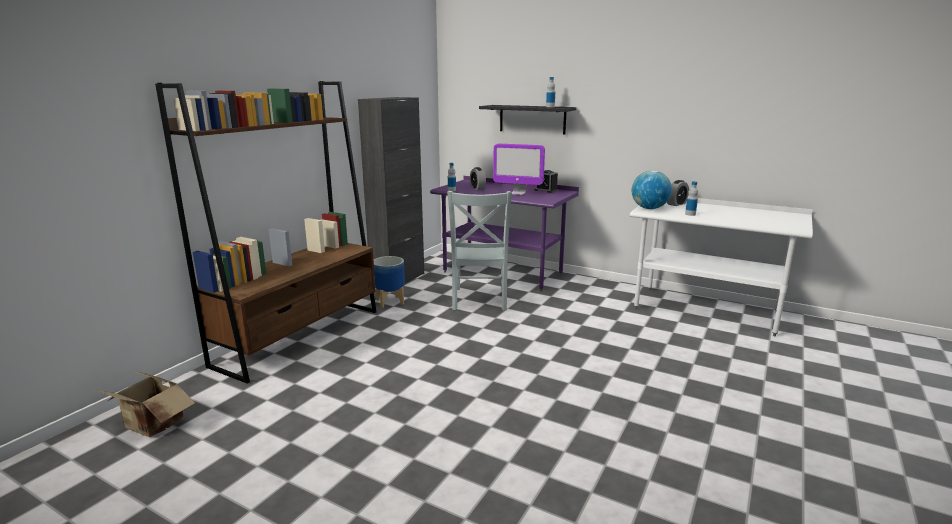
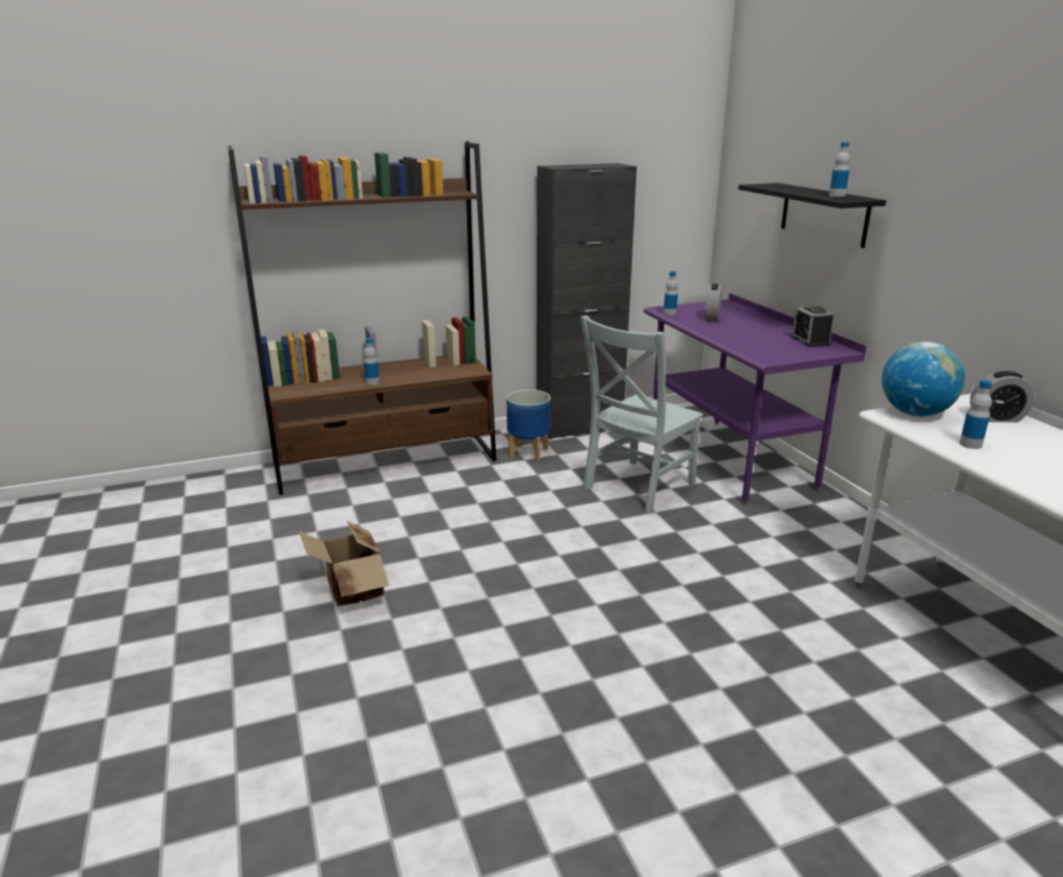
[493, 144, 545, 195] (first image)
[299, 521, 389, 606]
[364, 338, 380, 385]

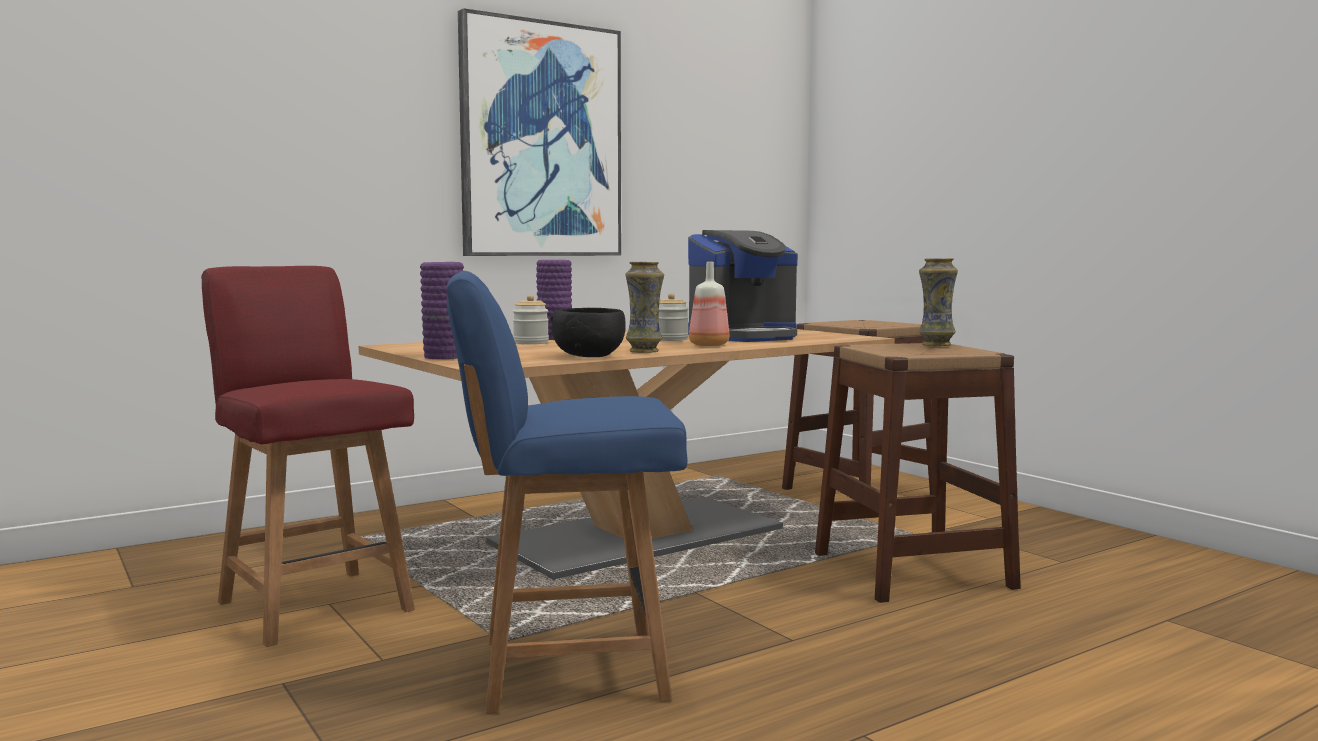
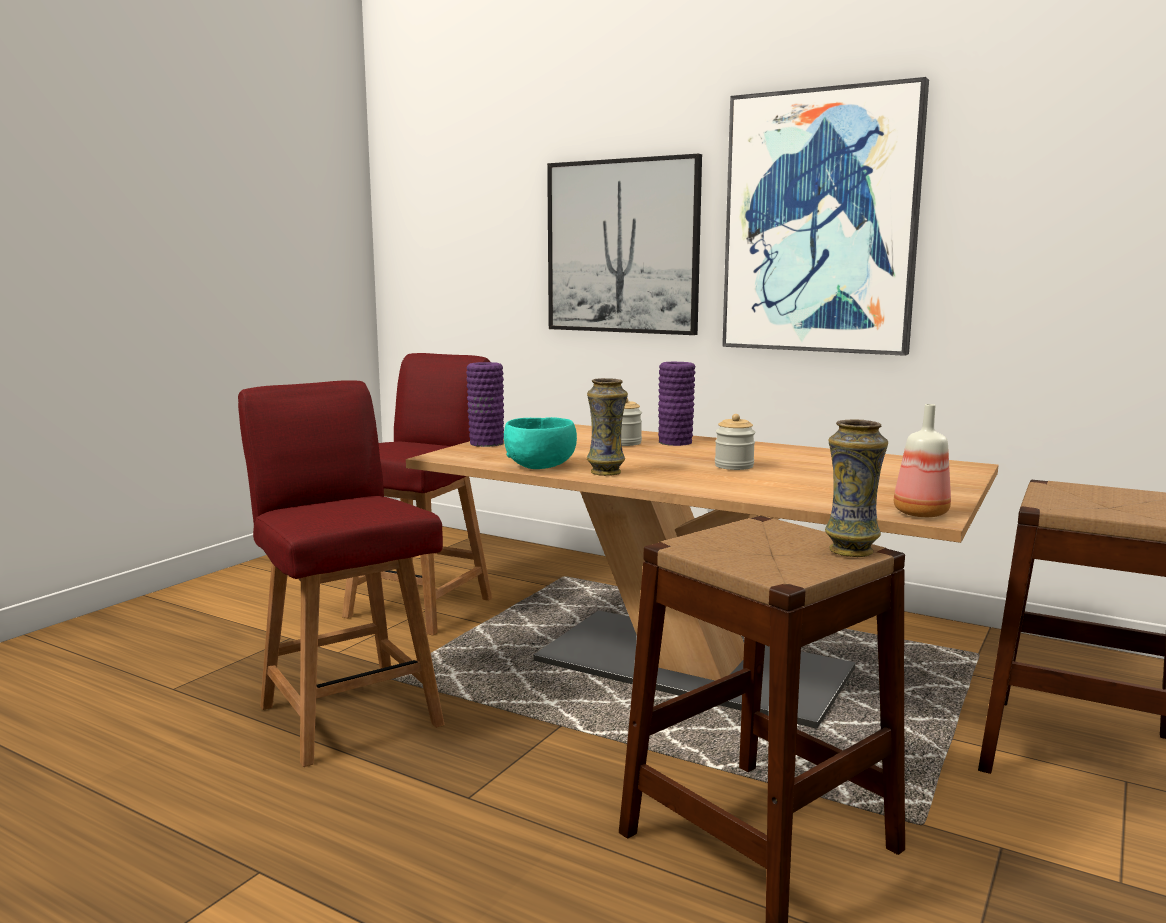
[688, 230, 798, 342] (first image)
[894, 404, 951, 517]
[238, 380, 444, 767]
[504, 417, 577, 469]
[547, 154, 702, 335]

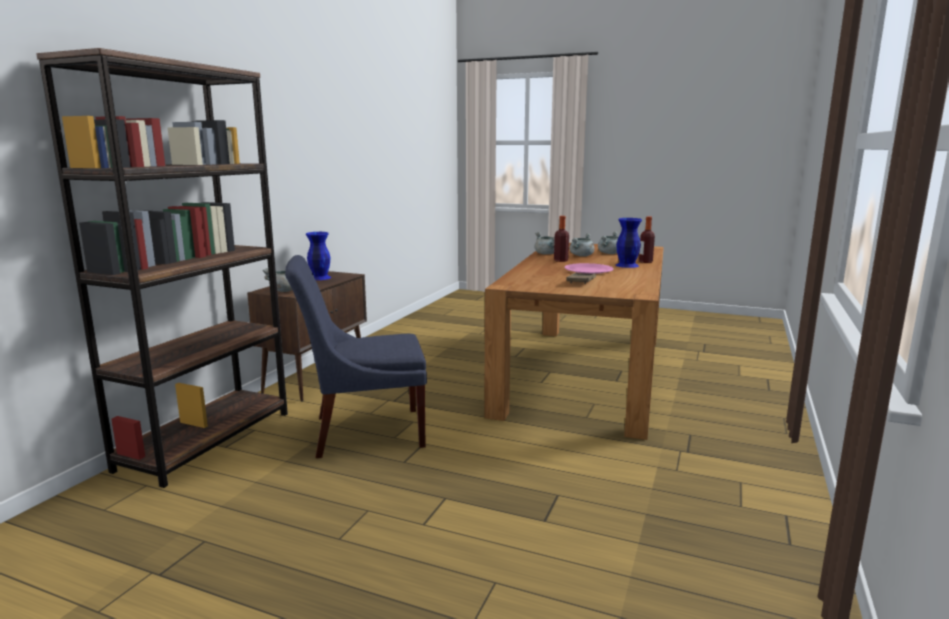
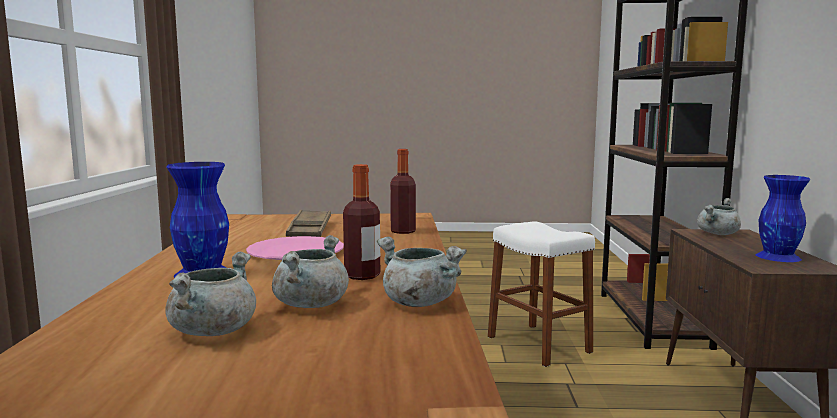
[390, 149, 416, 234]
[488, 221, 595, 367]

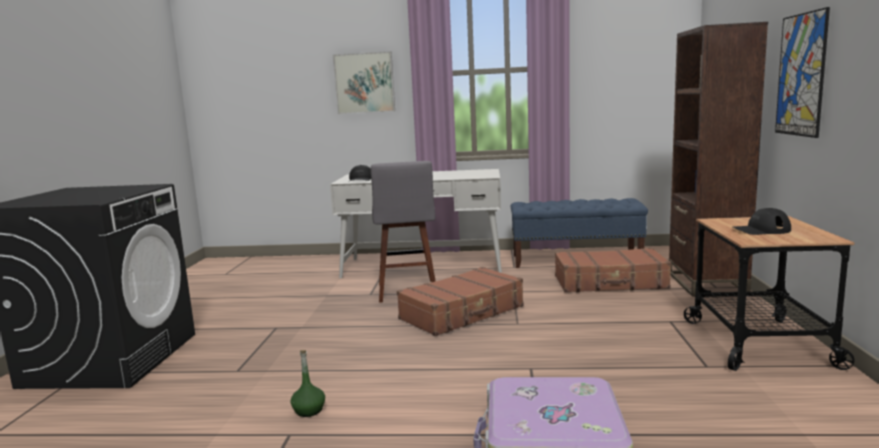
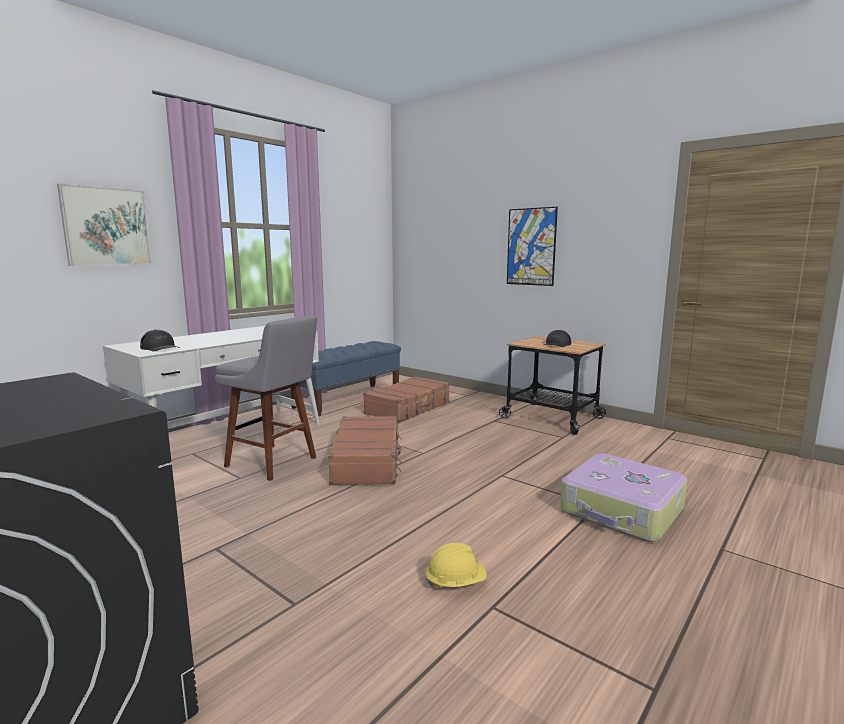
[669, 22, 768, 297] (first image)
[425, 543, 487, 588]

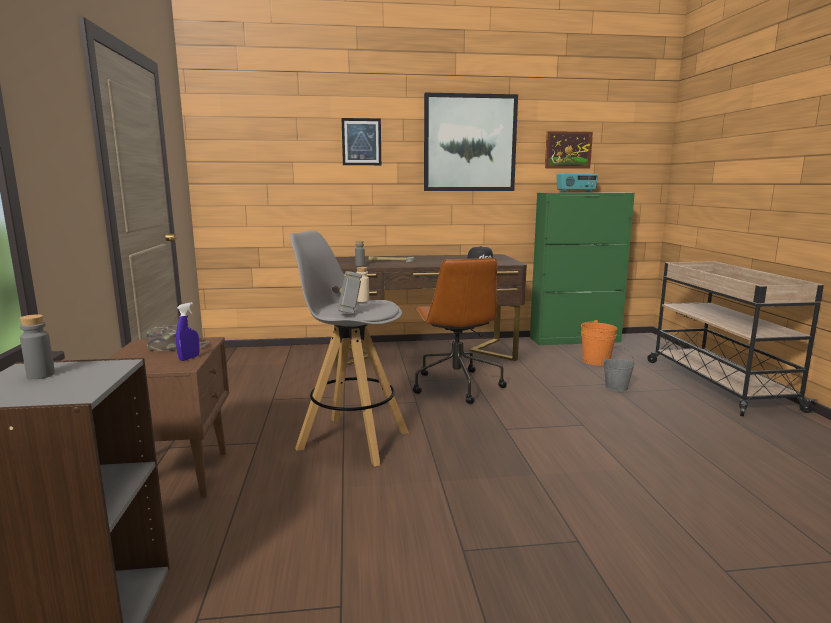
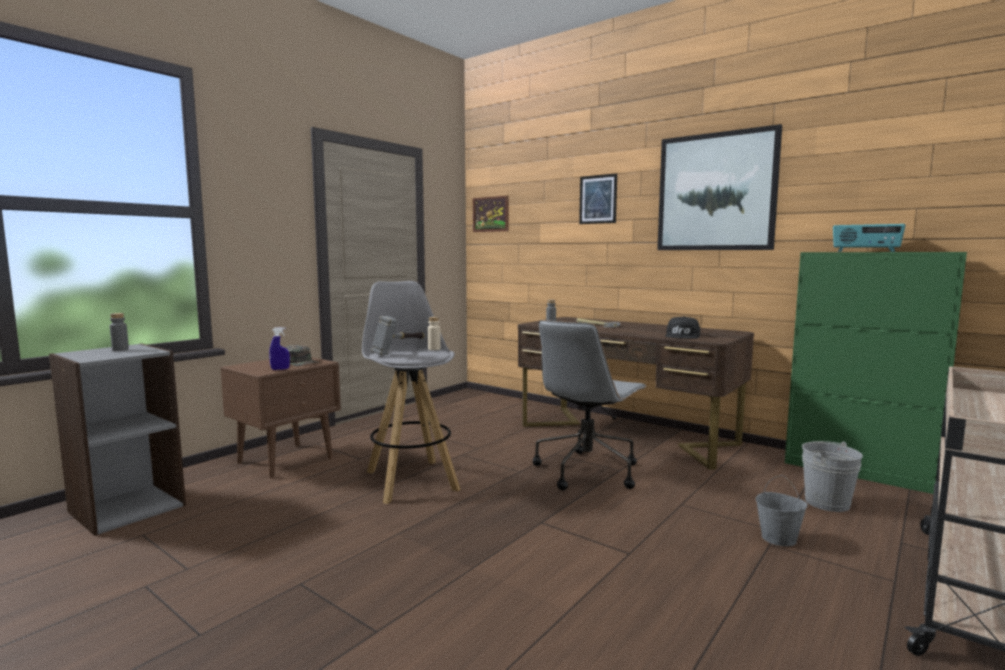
[472, 196, 509, 232]
[533, 320, 647, 490]
[802, 441, 863, 512]

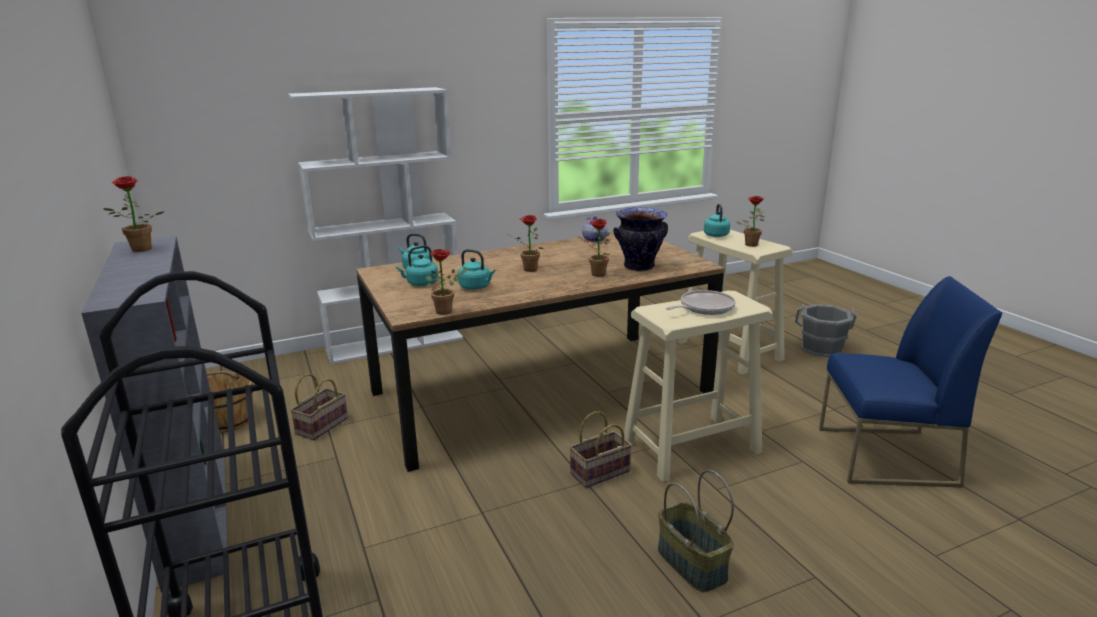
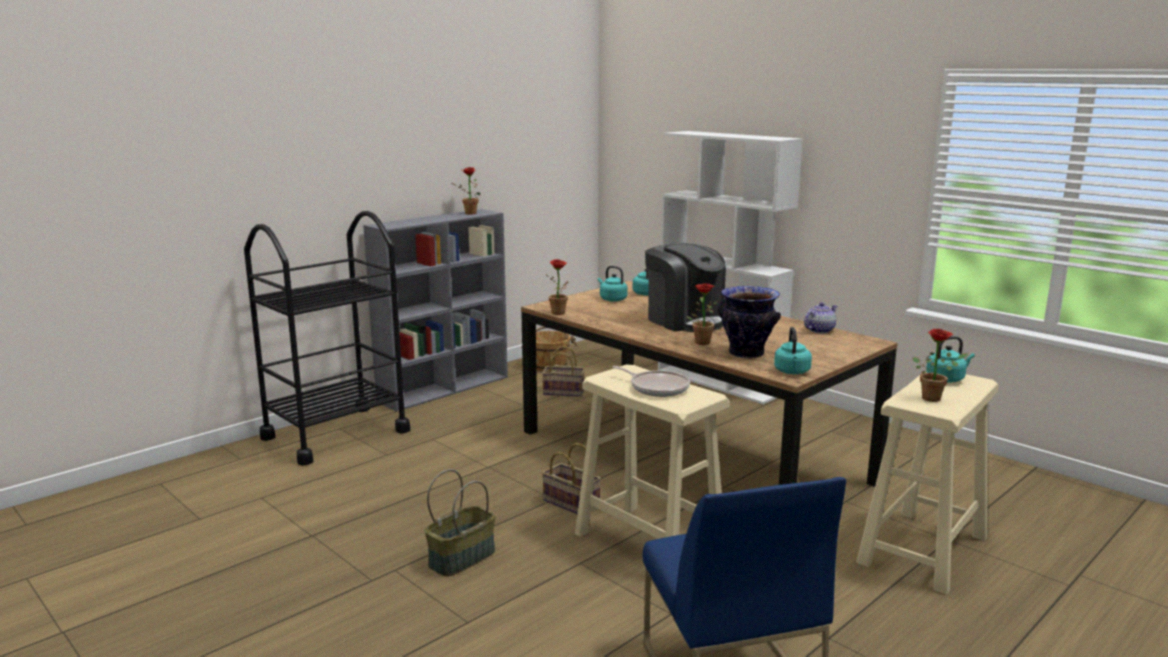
[645, 243, 726, 332]
[774, 327, 812, 374]
[795, 304, 857, 357] (first image)

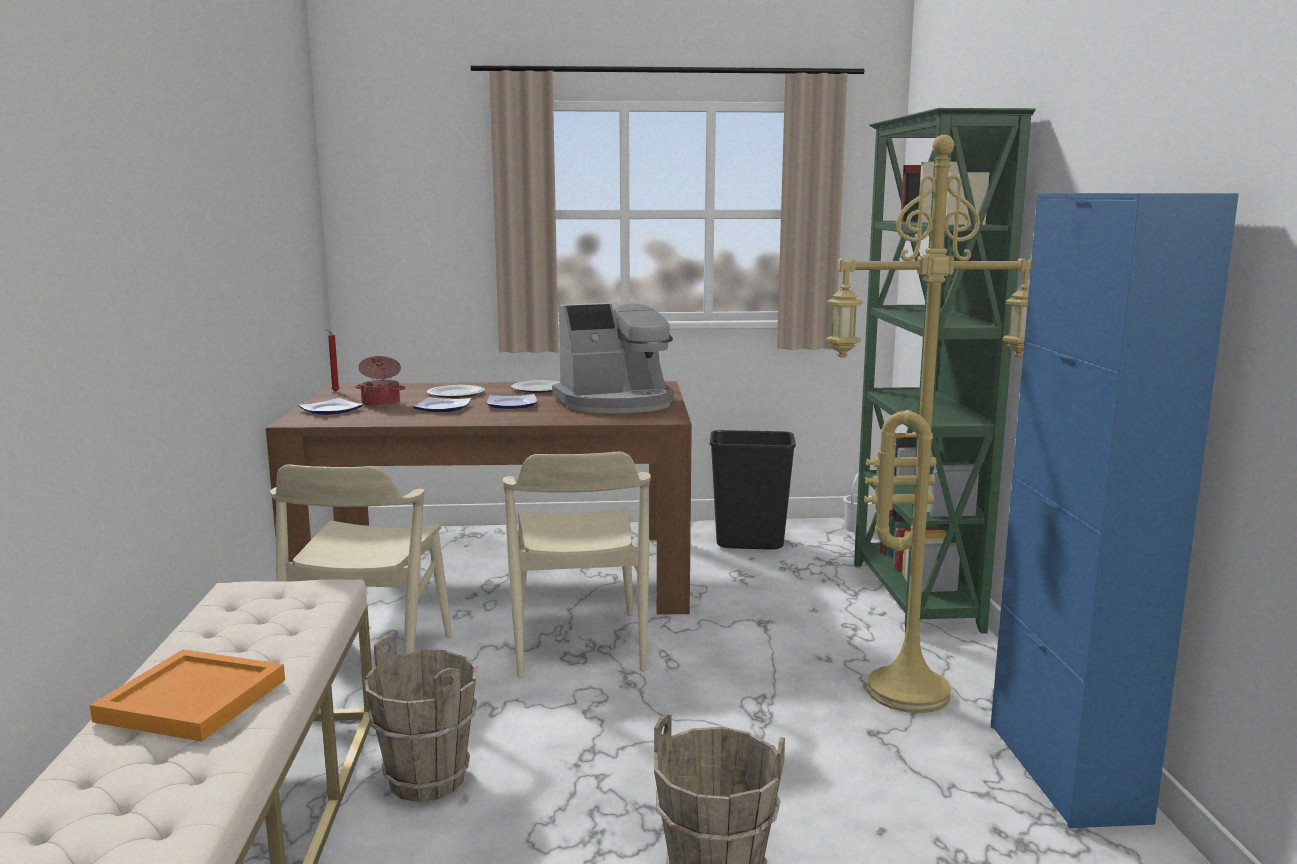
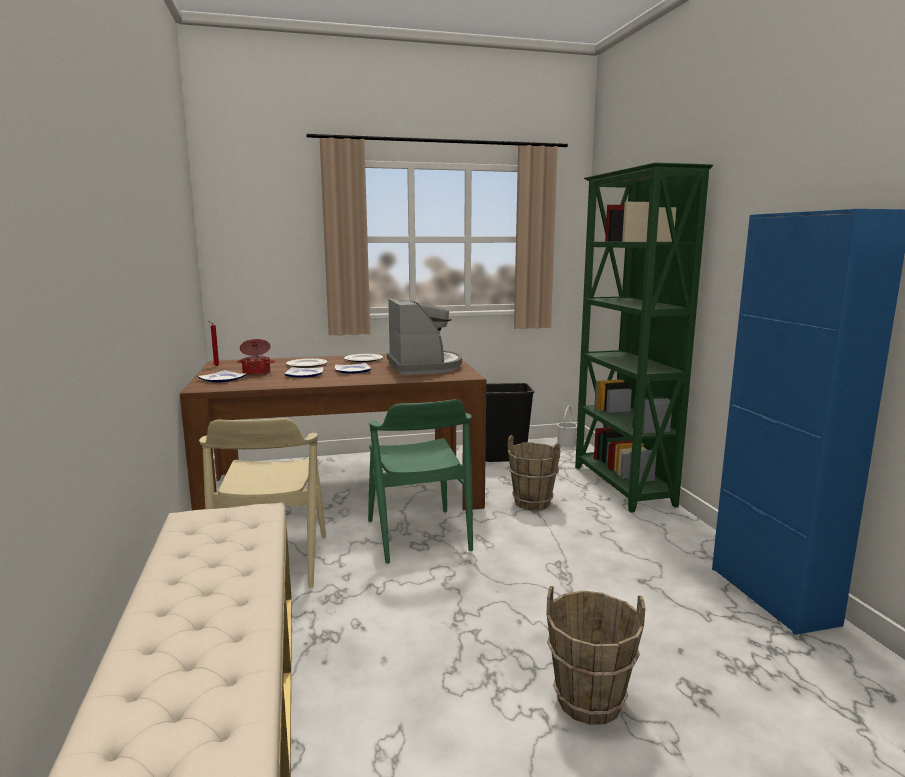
[825, 135, 1031, 713] (first image)
[387, 299, 462, 375]
[368, 399, 473, 564]
[508, 435, 560, 510]
[90, 649, 285, 742] (first image)

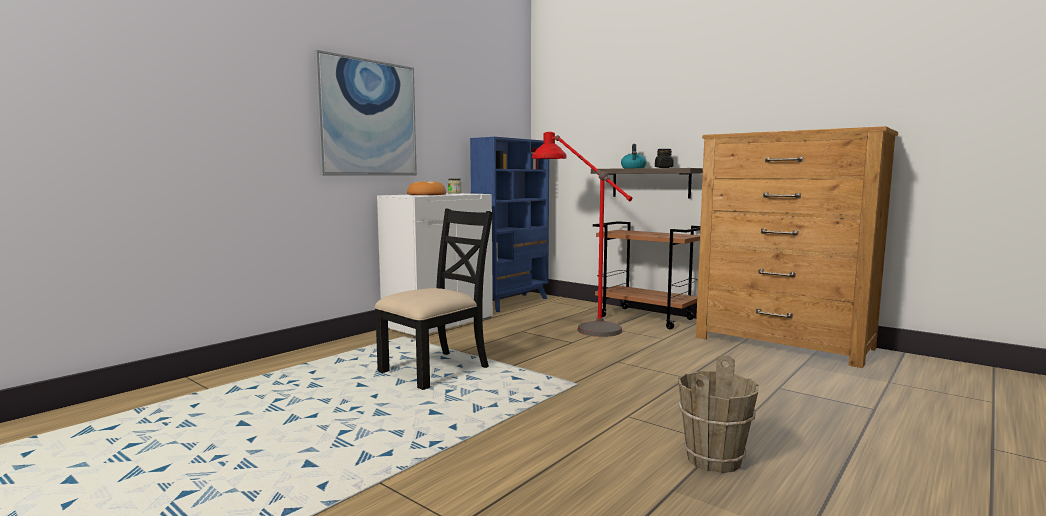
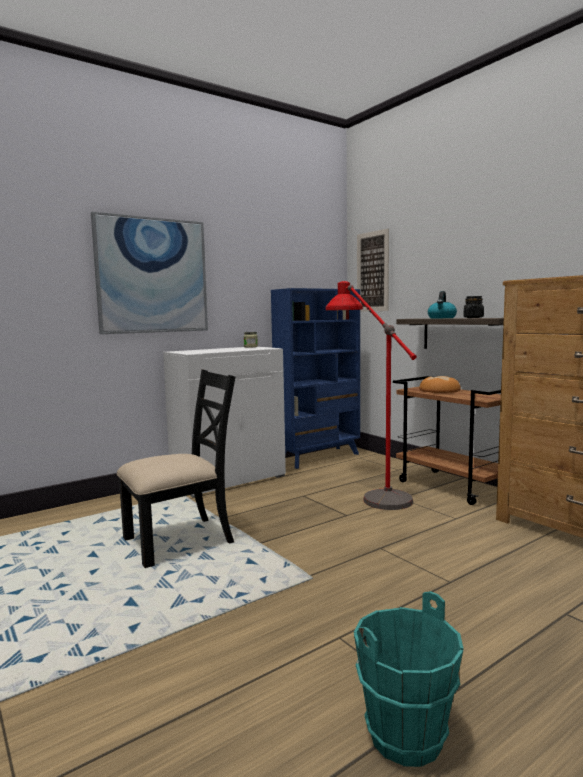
[419, 376, 461, 393]
[354, 591, 464, 767]
[357, 229, 389, 312]

